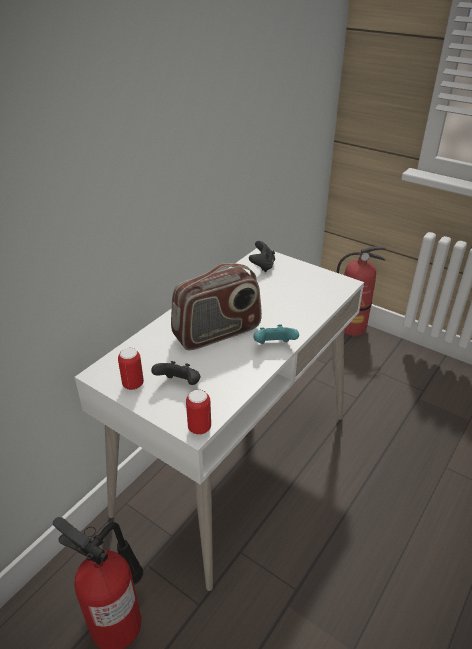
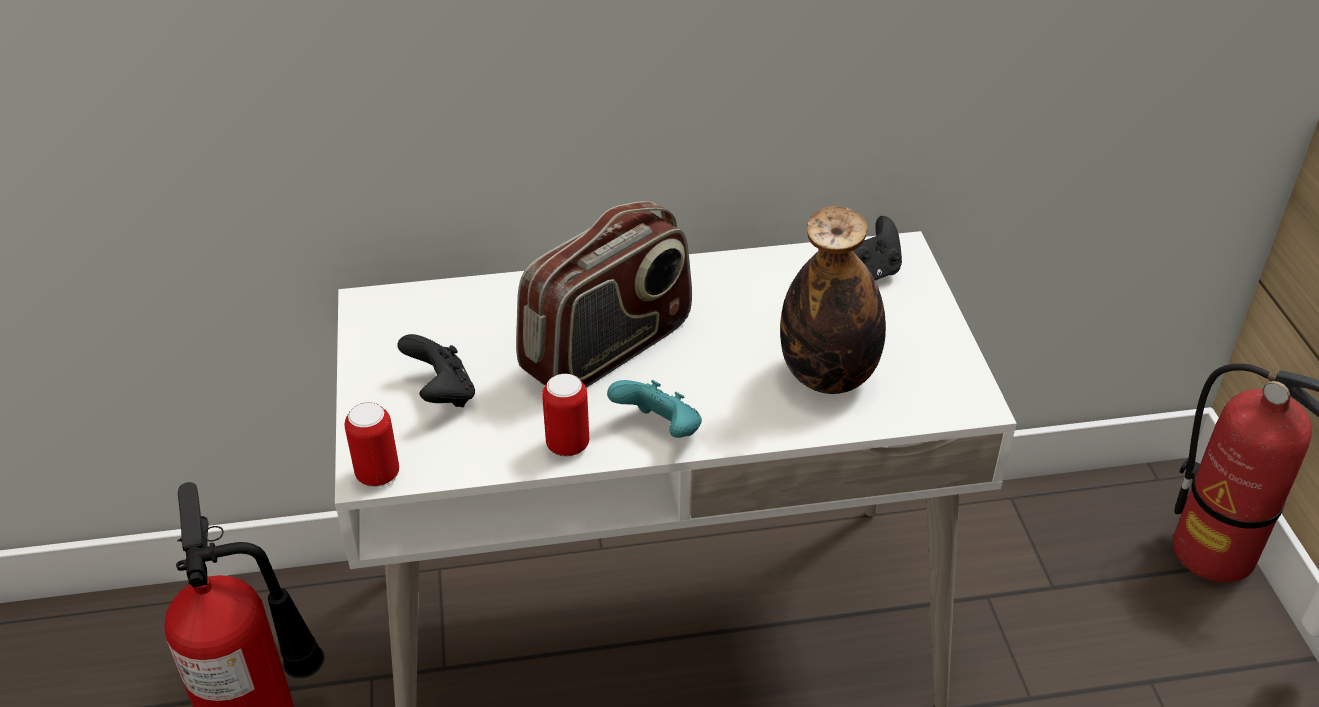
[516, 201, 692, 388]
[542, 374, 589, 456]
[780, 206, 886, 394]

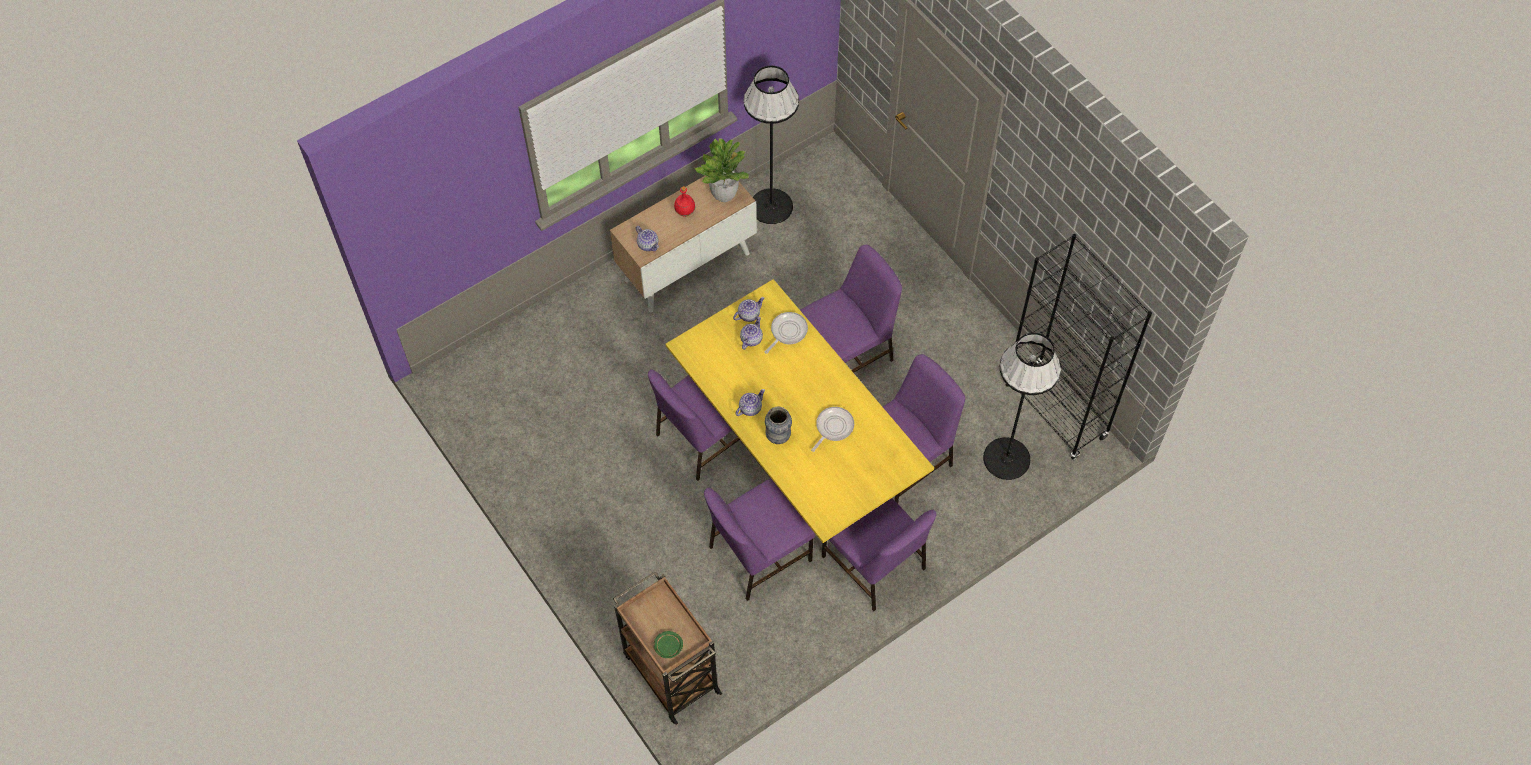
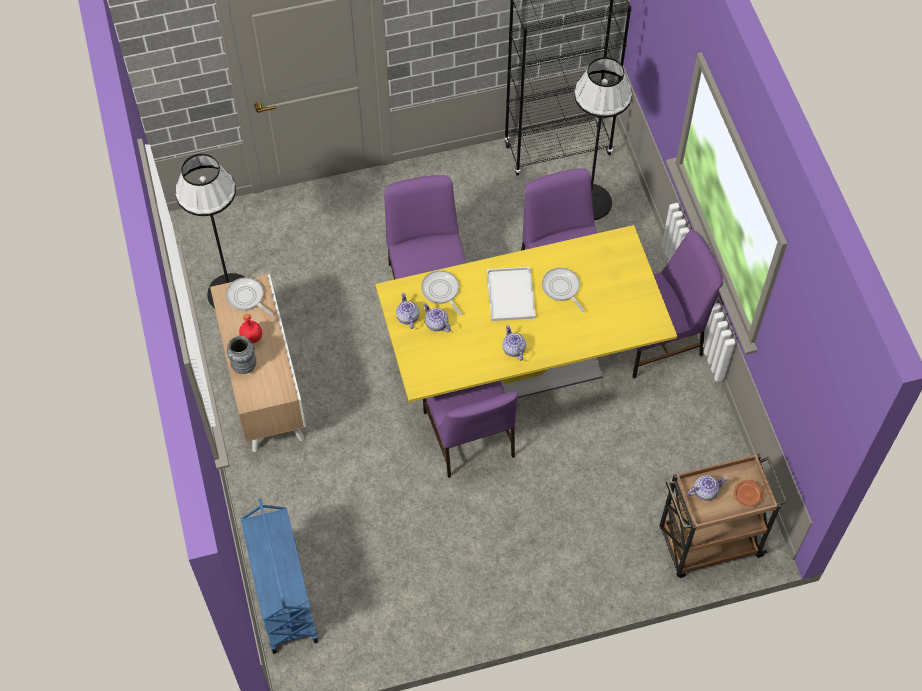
[226, 277, 274, 316]
[688, 475, 727, 501]
[227, 335, 256, 374]
[704, 478, 815, 601] (first image)
[734, 480, 763, 507]
[487, 267, 536, 321]
[241, 499, 318, 654]

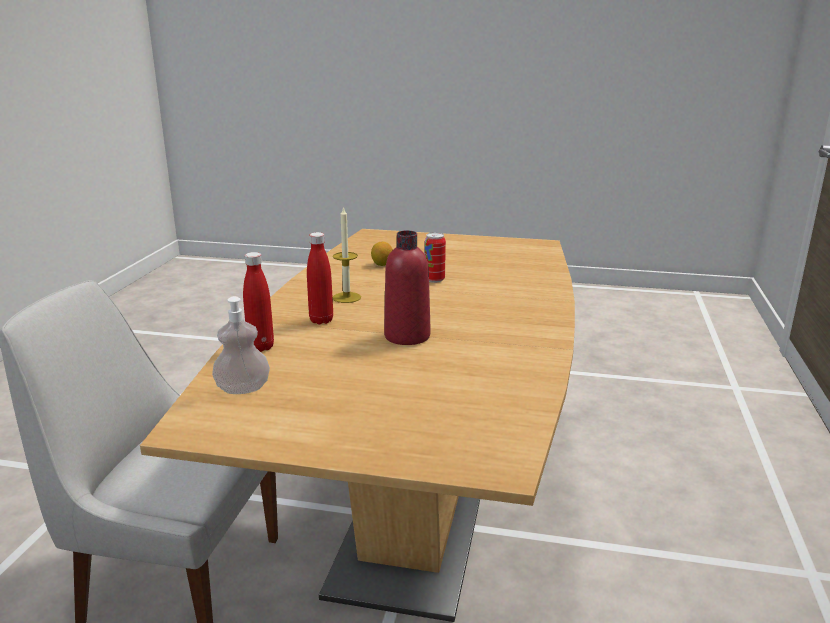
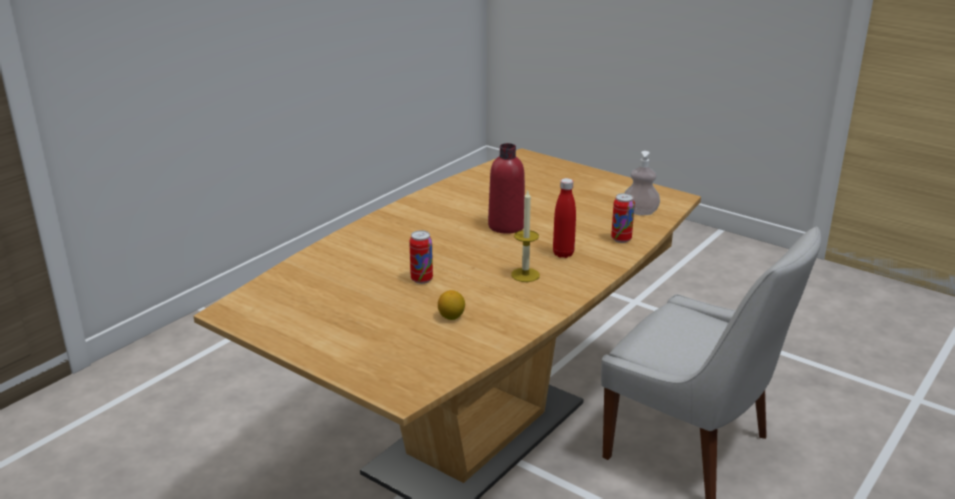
[611, 193, 635, 243]

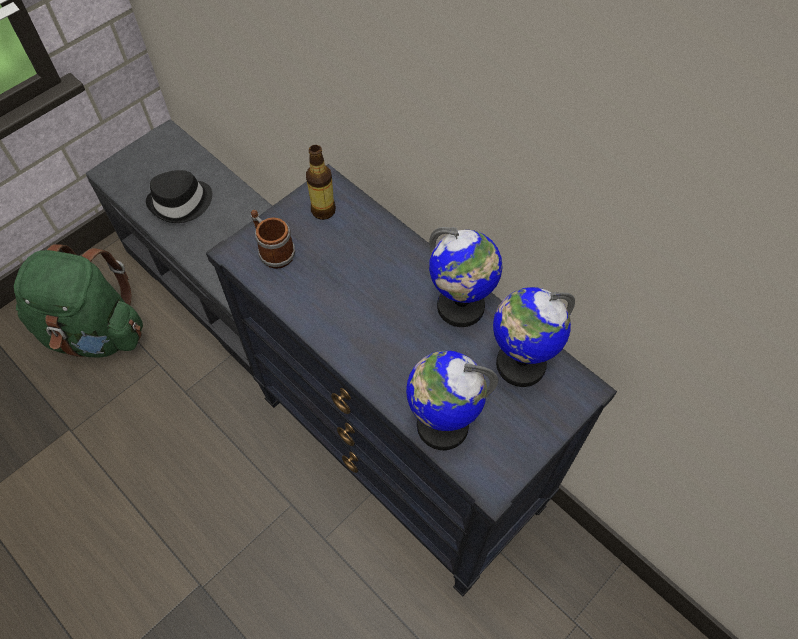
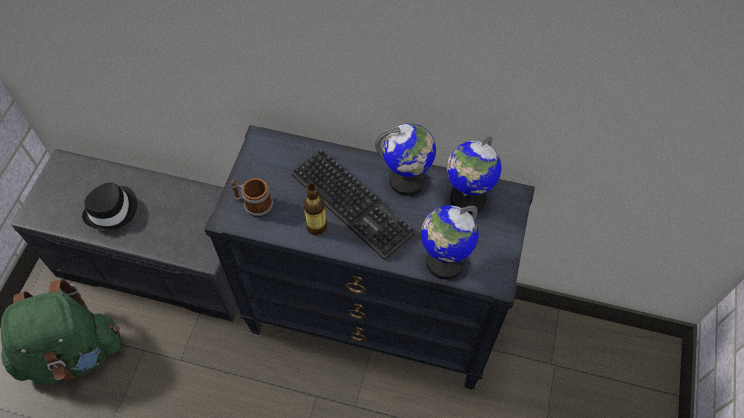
[303, 183, 327, 236]
[291, 149, 415, 260]

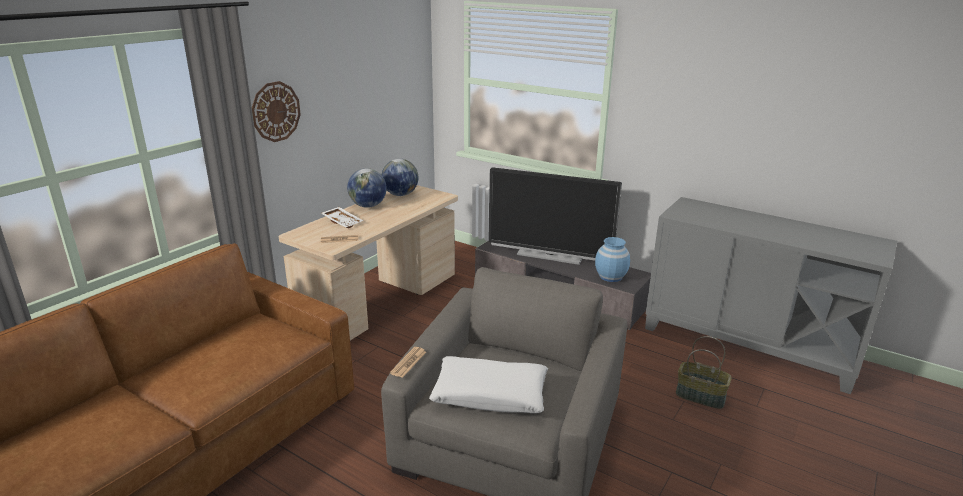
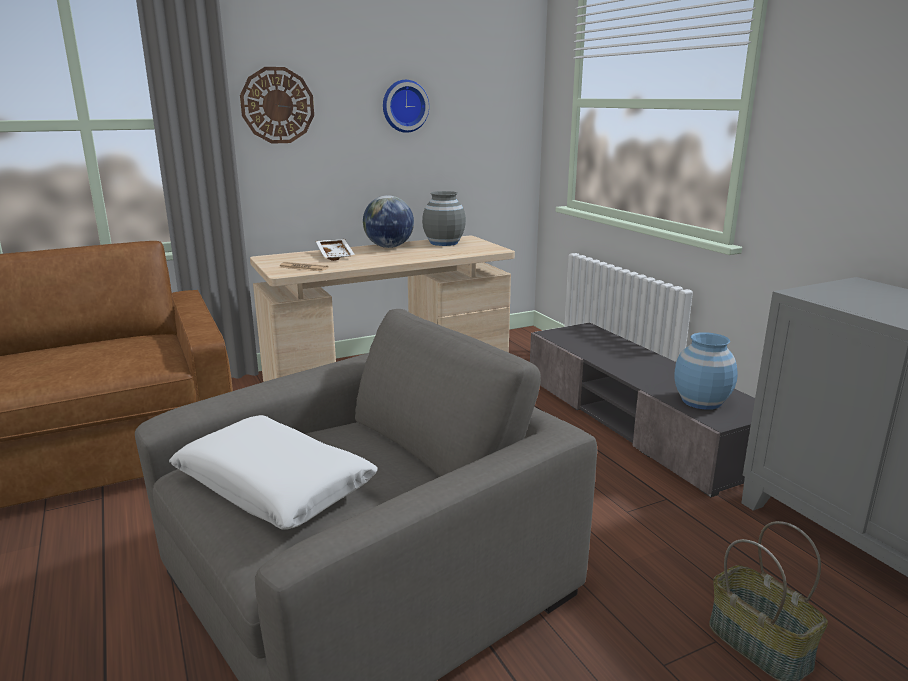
[422, 191, 466, 246]
[488, 167, 622, 265] (first image)
[390, 347, 426, 378] (first image)
[383, 80, 429, 133]

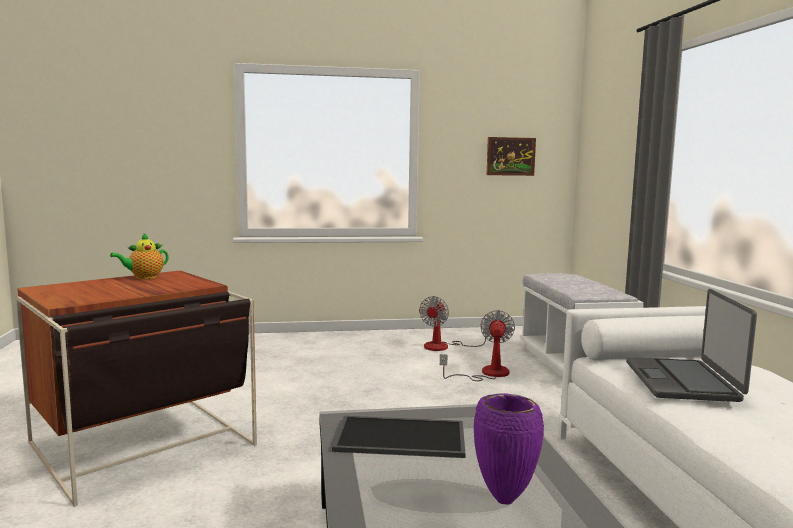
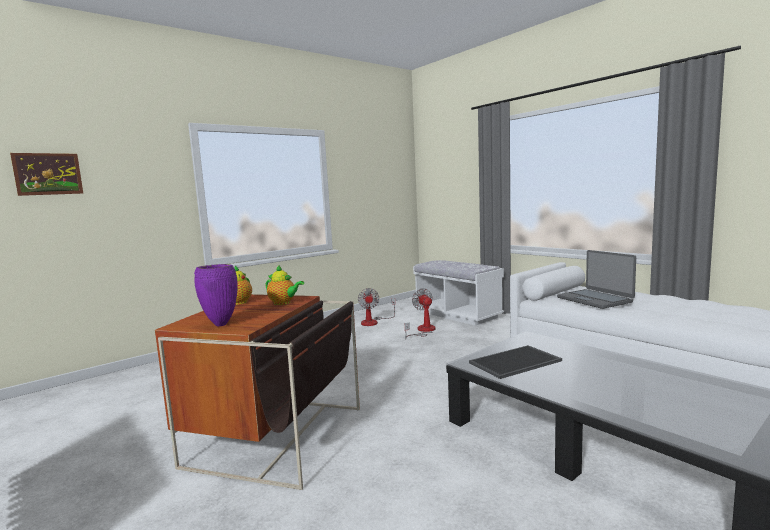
[10, 153, 83, 196]
[194, 264, 238, 326]
[265, 265, 304, 305]

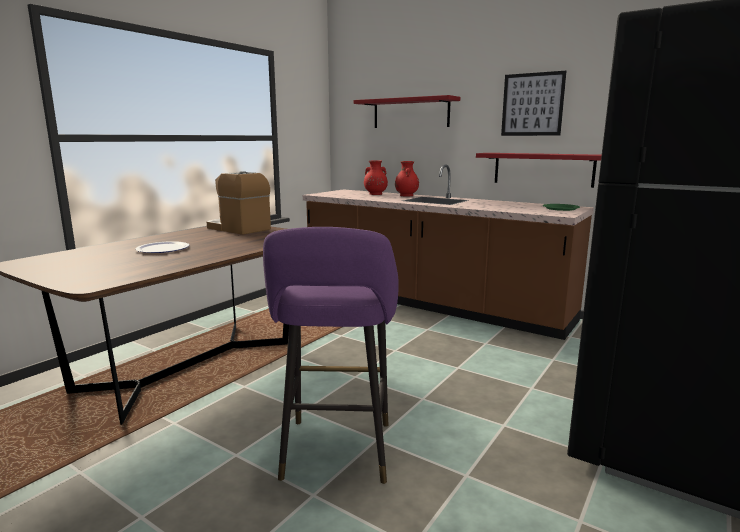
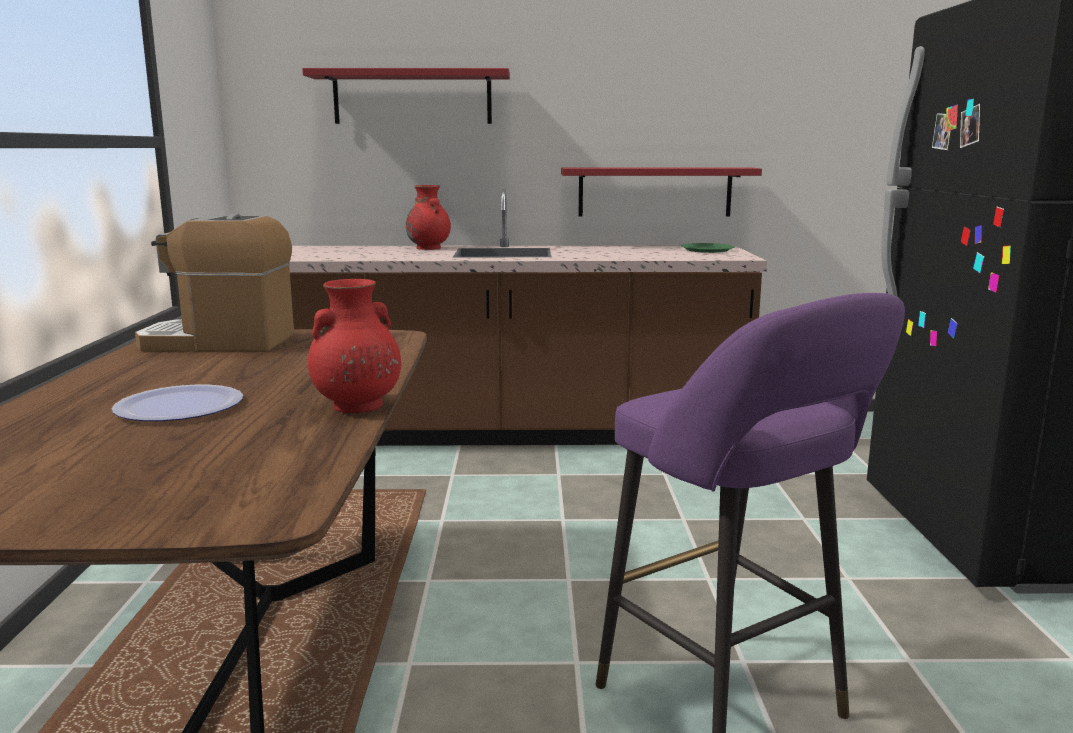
[501, 71, 566, 136] (first image)
[308, 279, 401, 413]

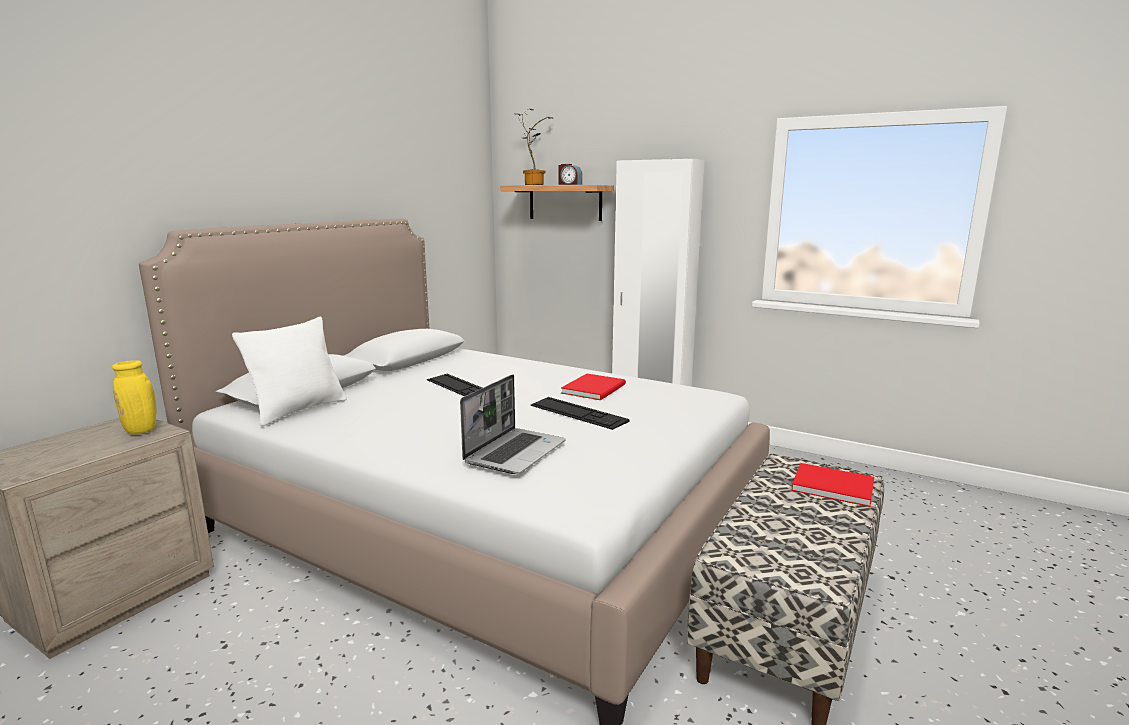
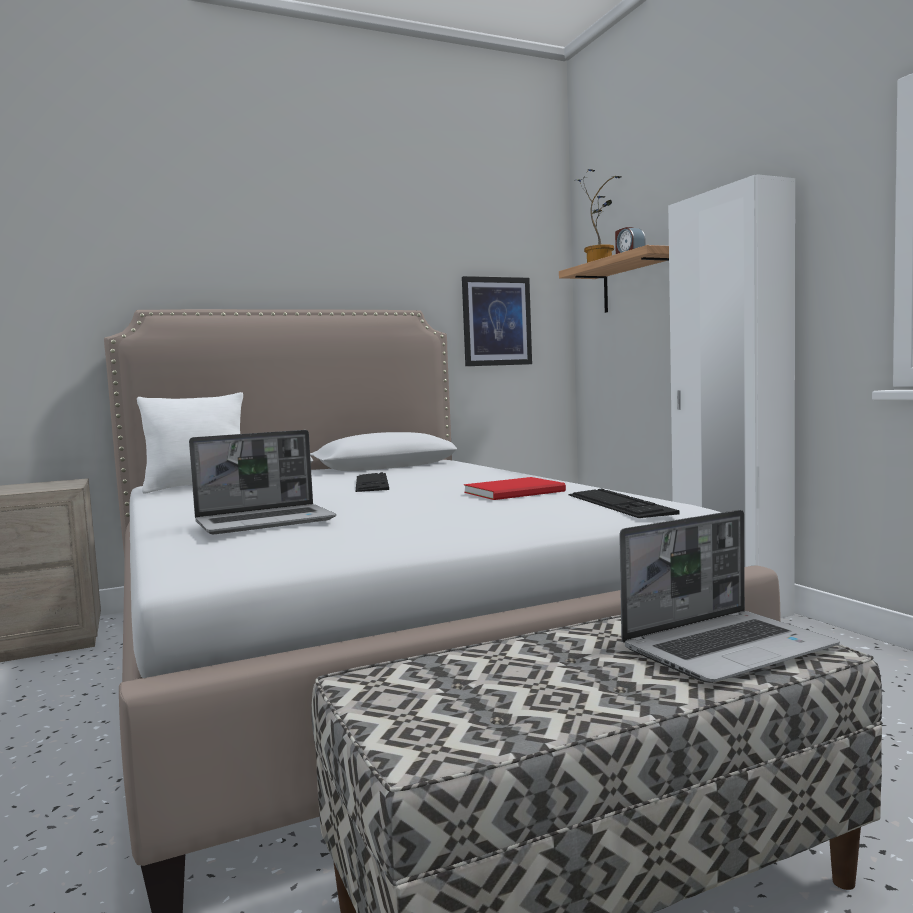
[112, 360, 174, 435] (first image)
[569, 489, 680, 518]
[619, 510, 840, 682]
[462, 276, 532, 366]

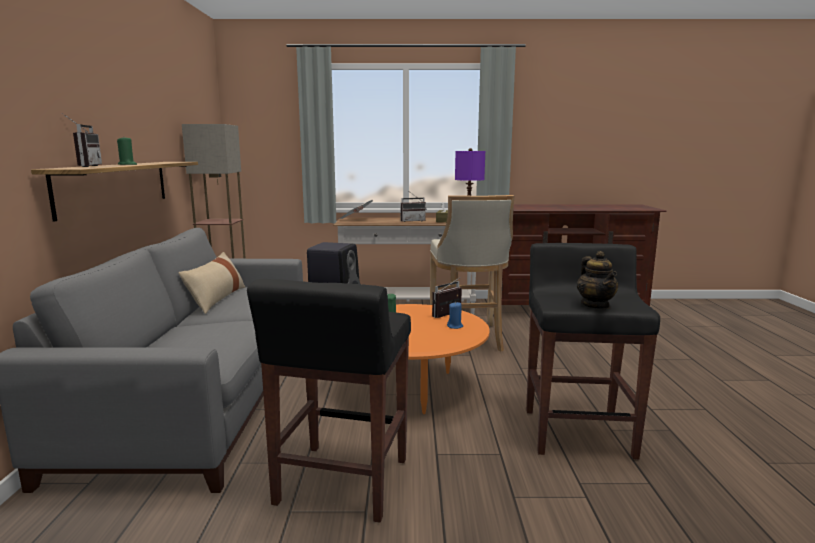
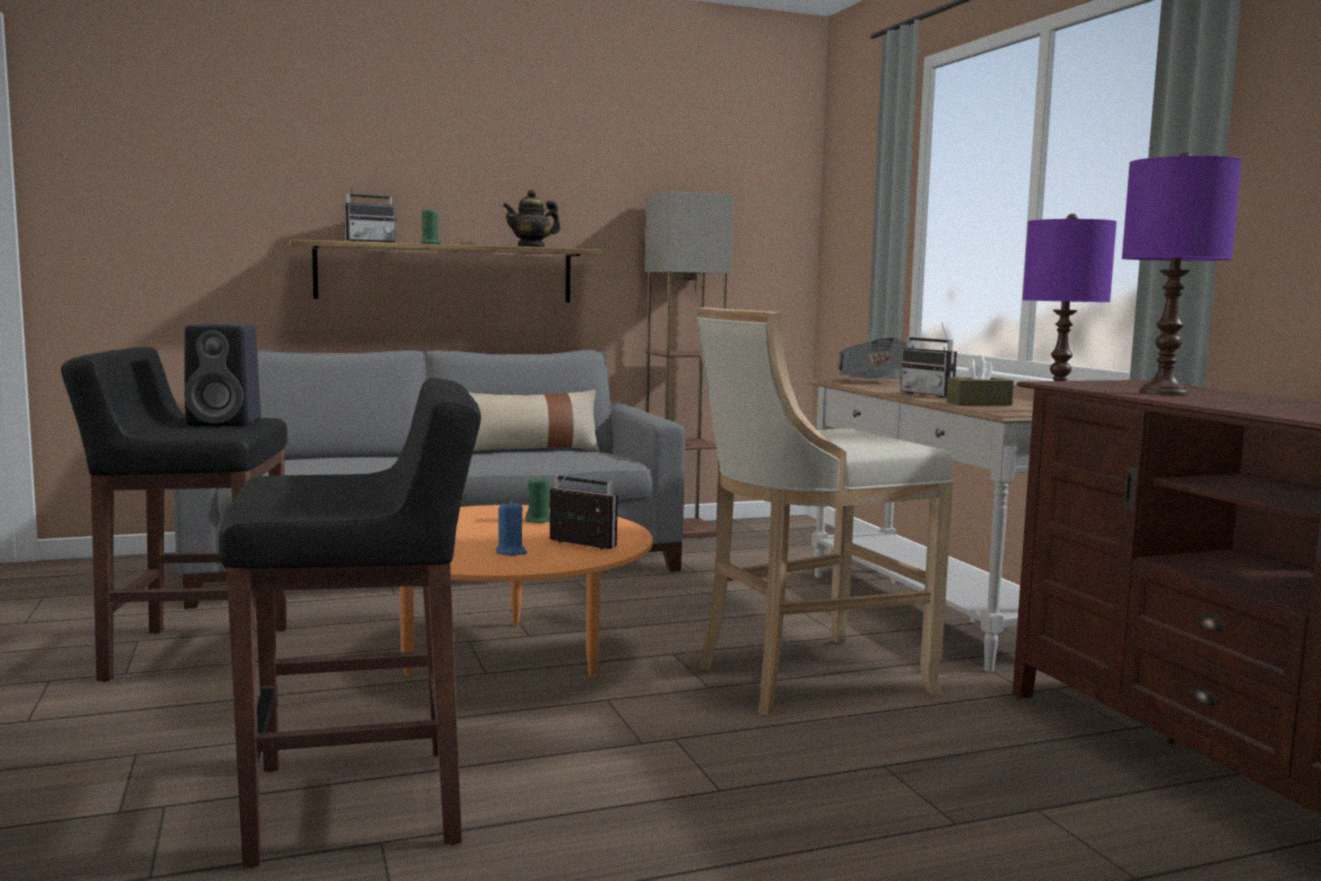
[503, 189, 561, 247]
[1122, 152, 1242, 395]

